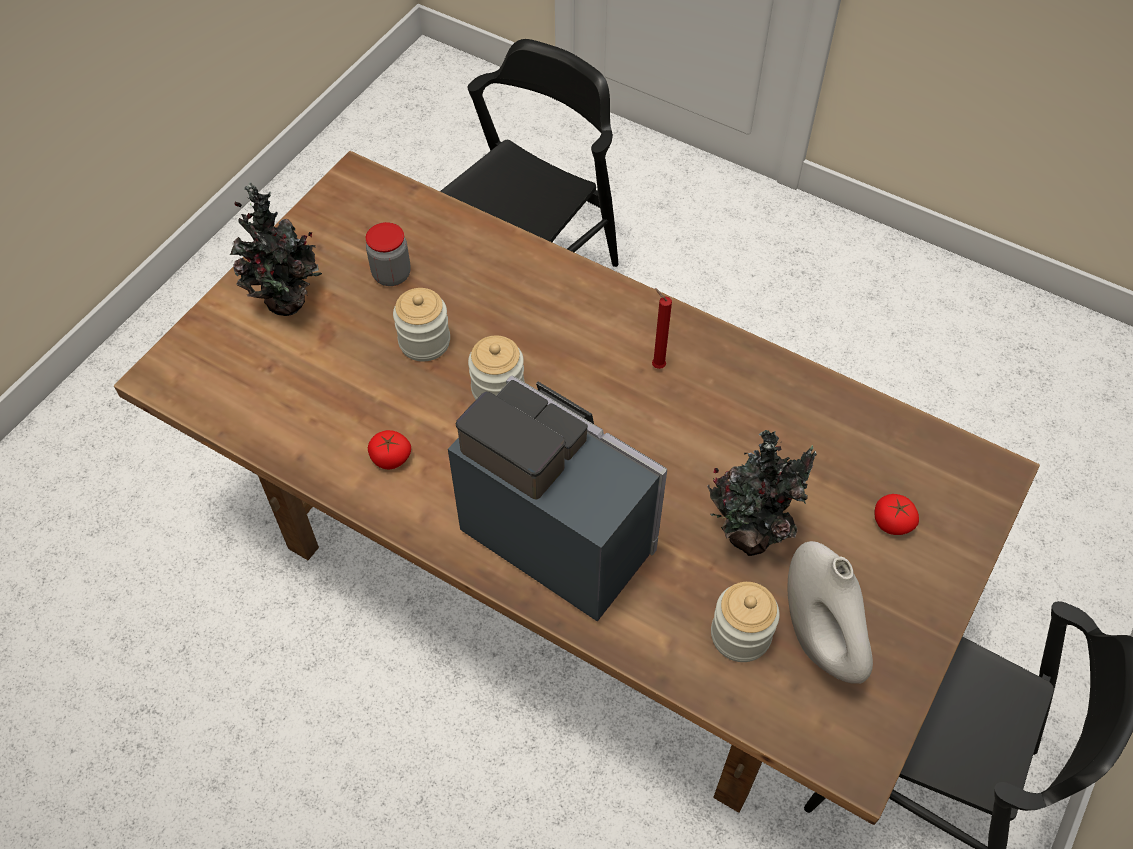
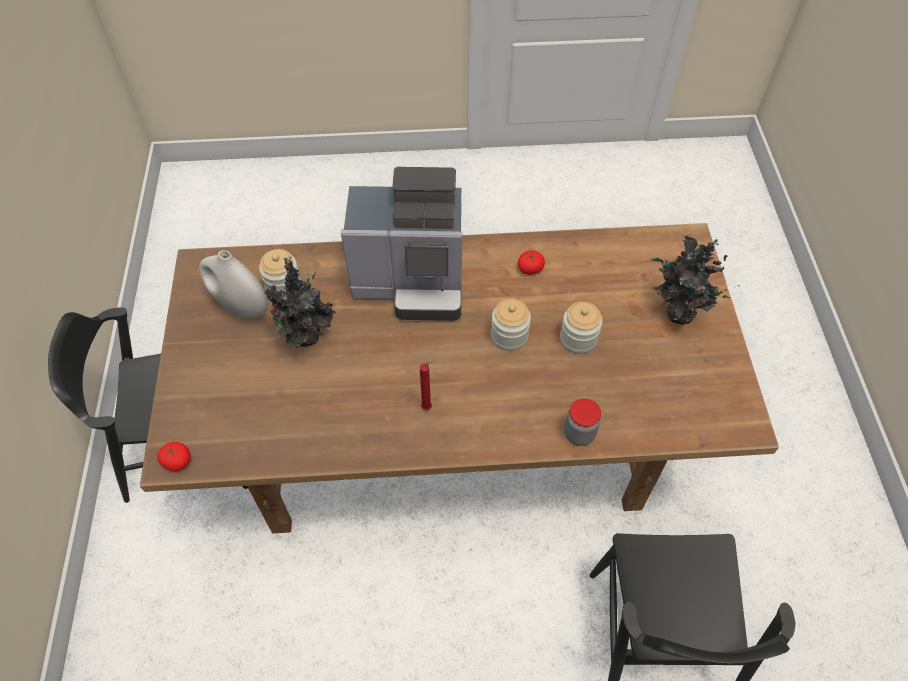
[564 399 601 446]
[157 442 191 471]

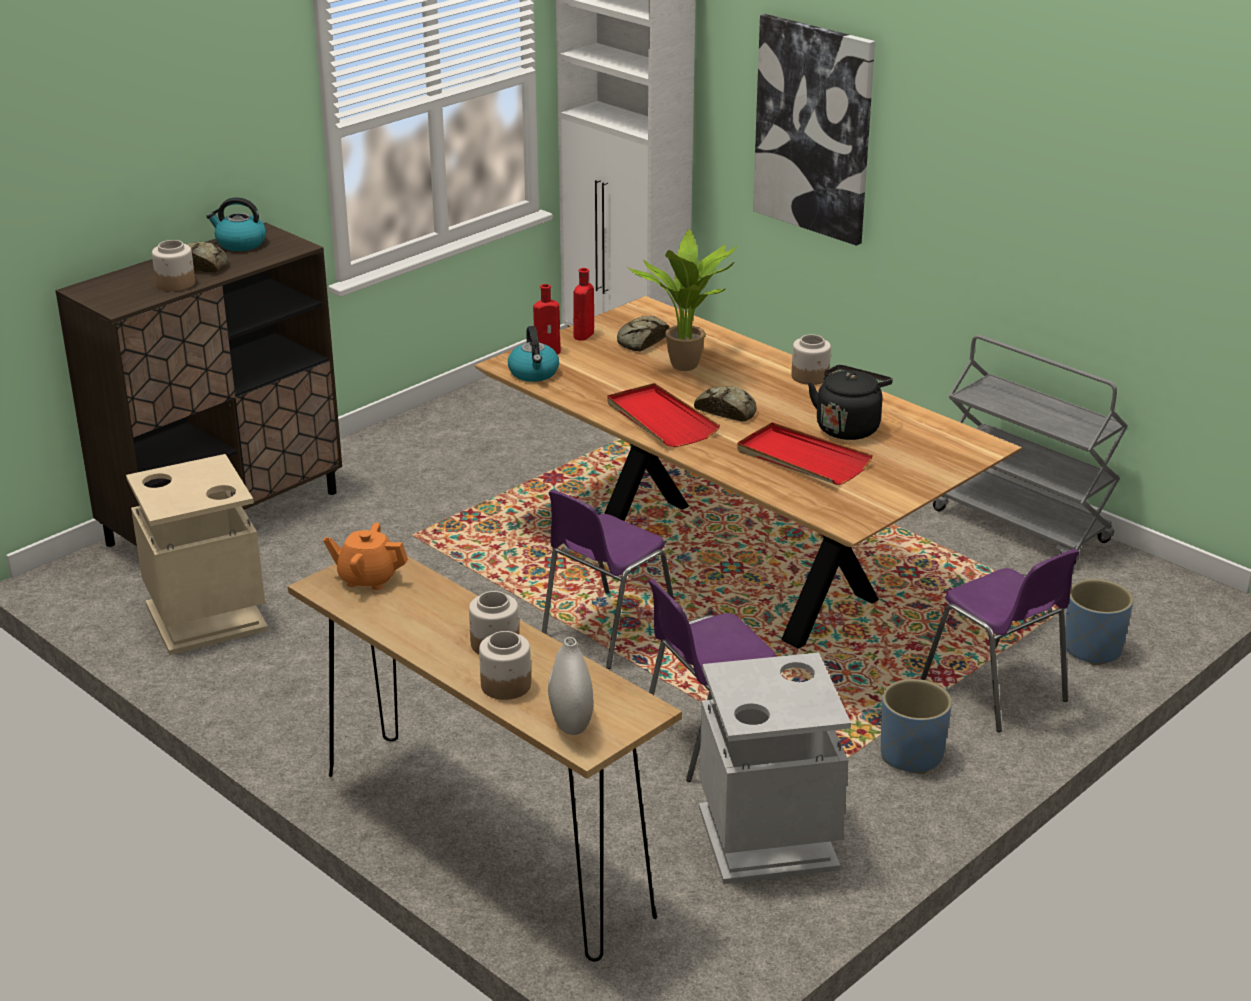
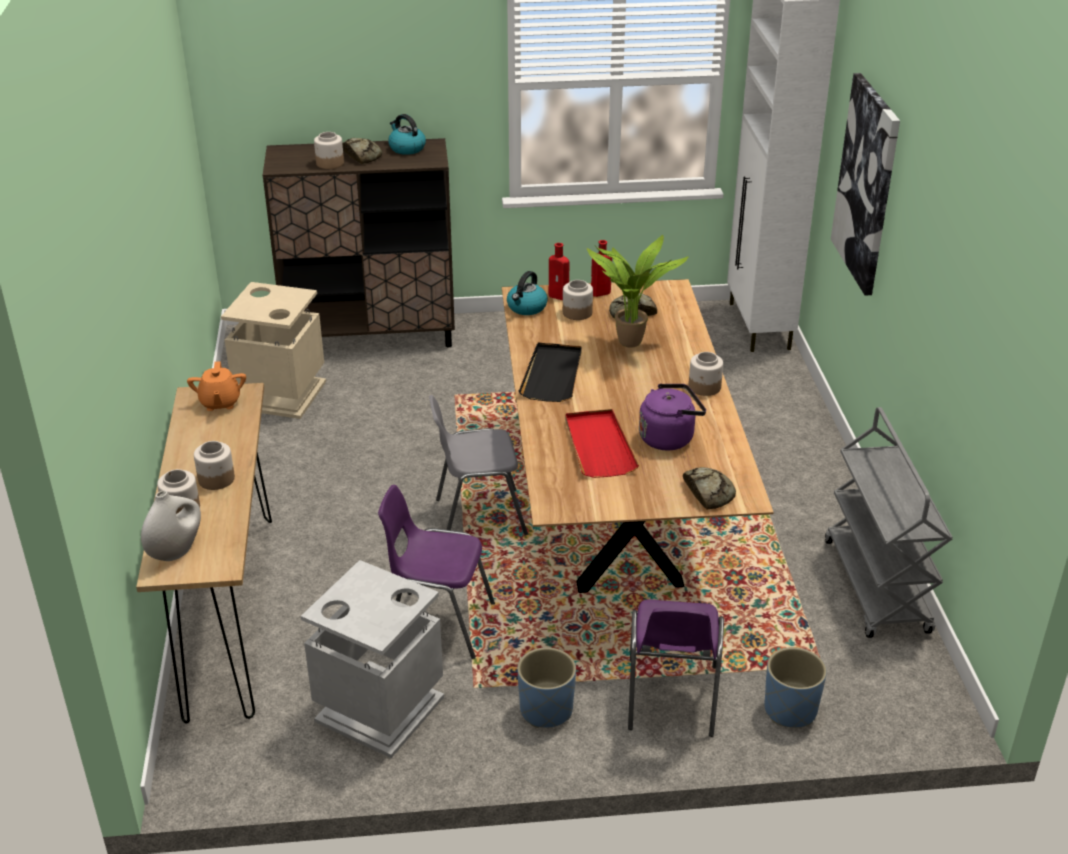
[187 361 246 411]
[429 395 528 535]
[518 343 582 402]
[683 467 736 509]
[639 384 706 450]
[563 280 593 320]

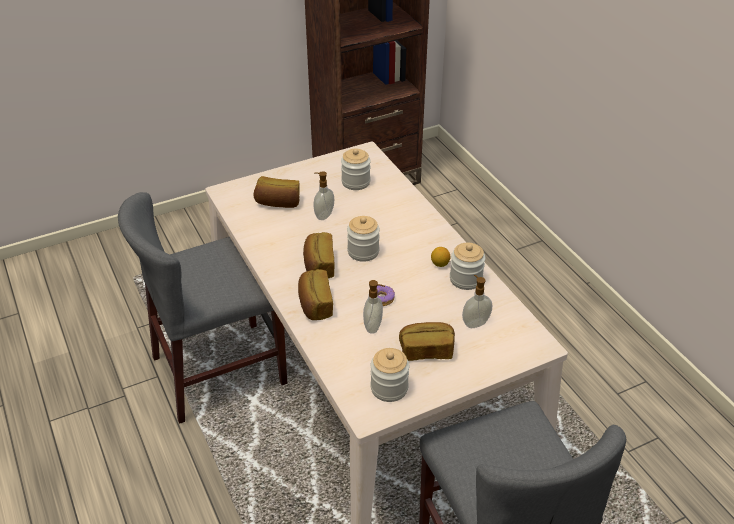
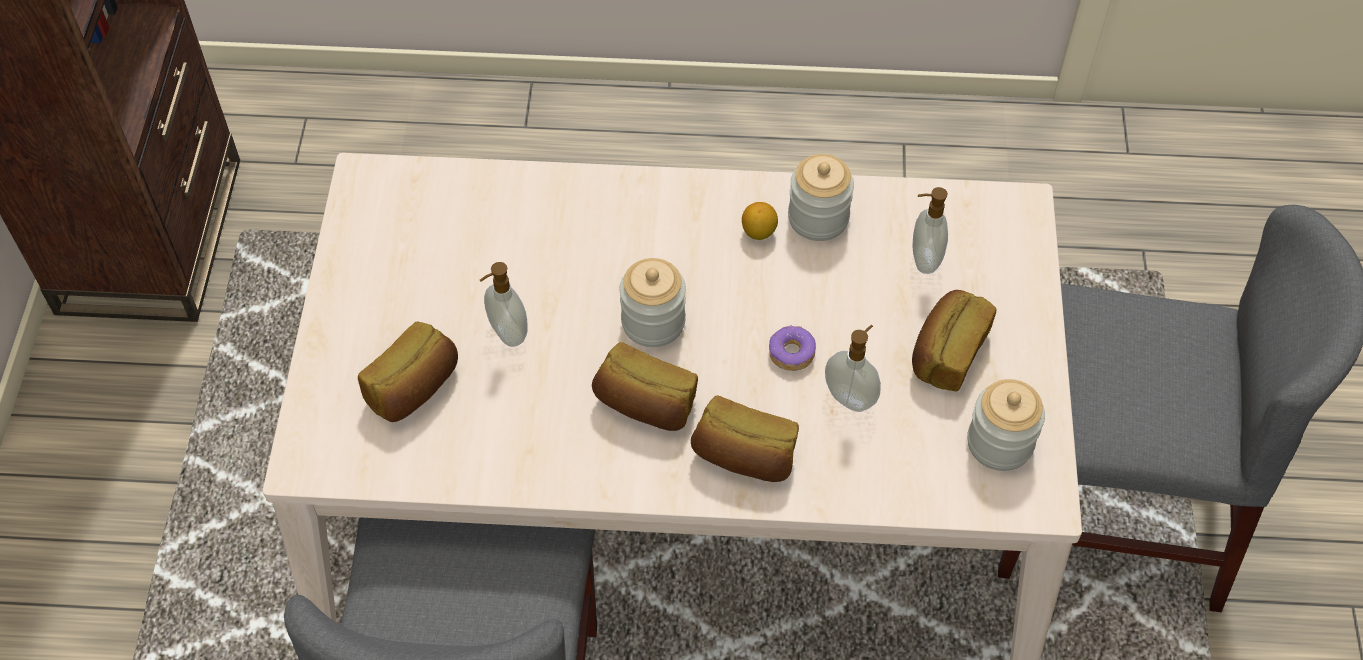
[341 149 371 190] (first image)

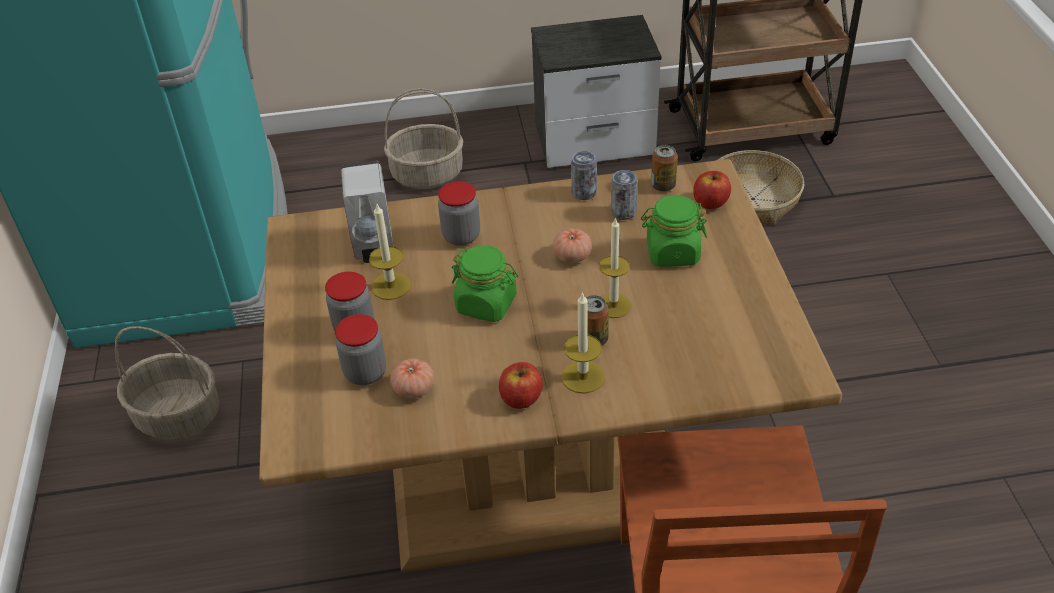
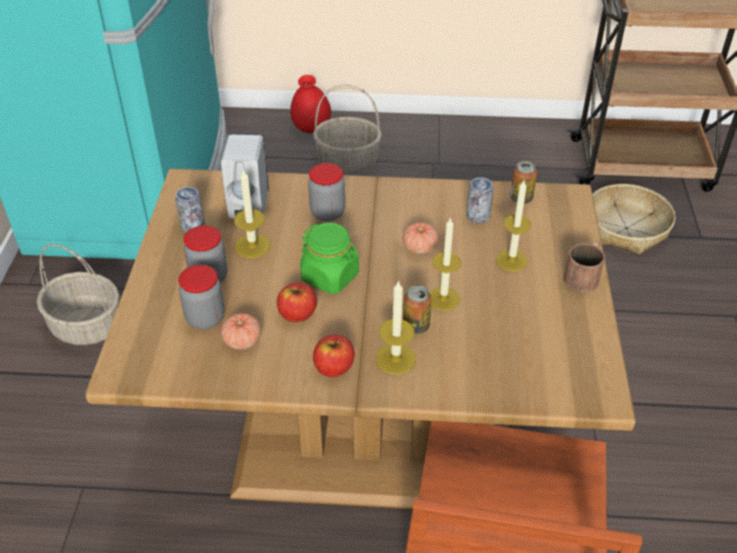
[531 15 661 168] (first image)
[175 187 205 232]
[496 181 531 271]
[277 283 317 322]
[290 75 331 133]
[564 241 605 292]

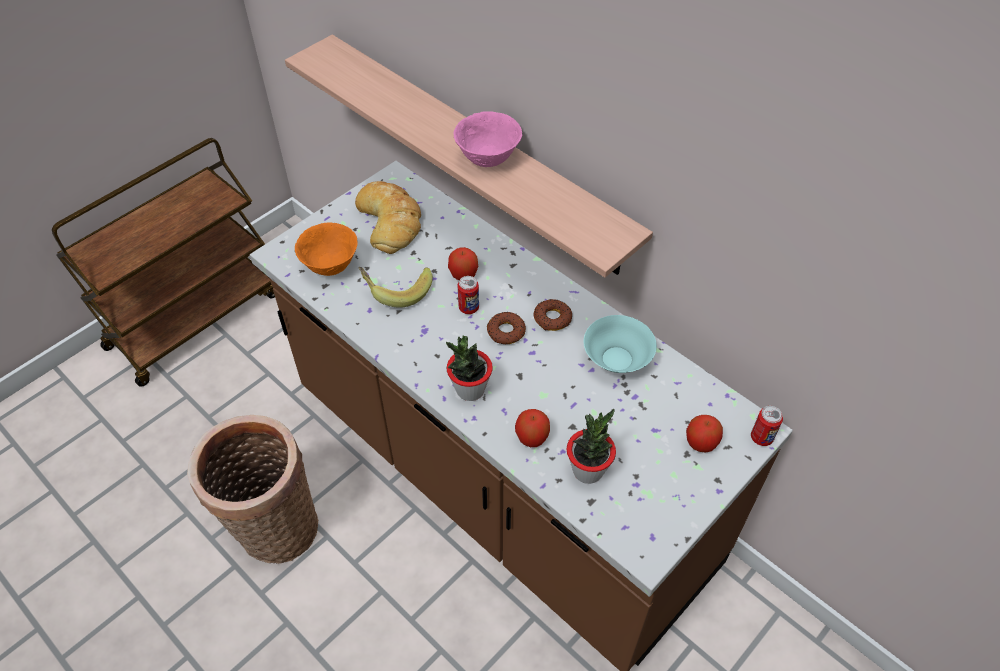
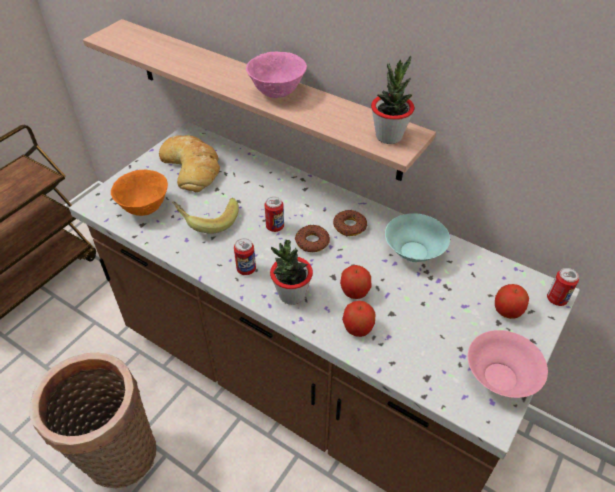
[340 265 371 299]
[371 55 415 144]
[234 238 256 275]
[468 330 548 398]

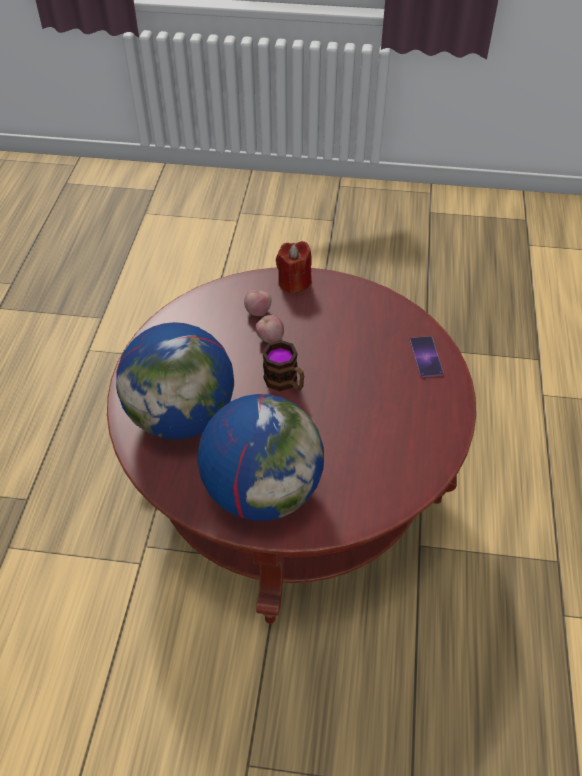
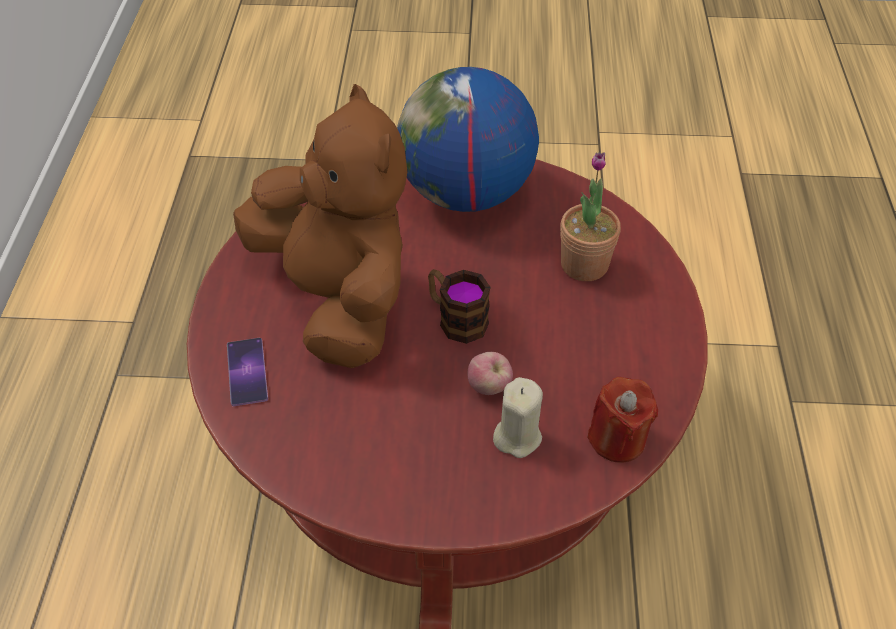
[560 152 621 281]
[493 377 543 458]
[587 377 658 463]
[233 84 407 368]

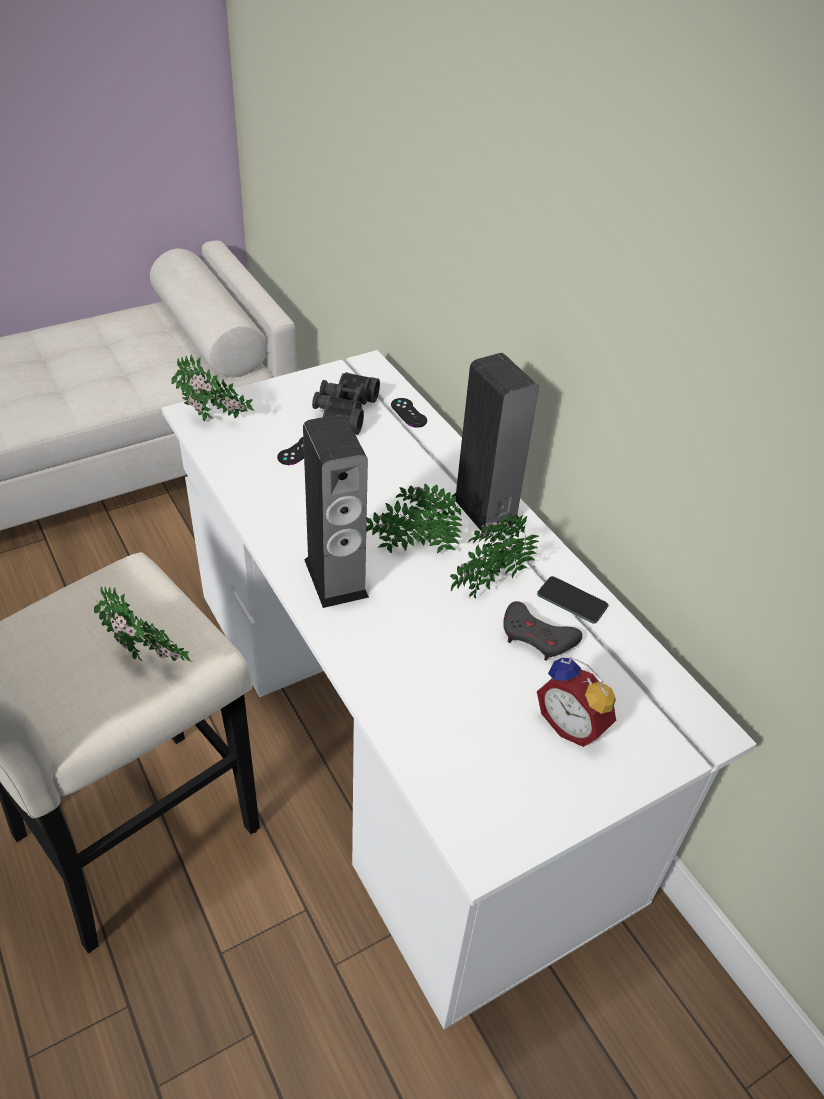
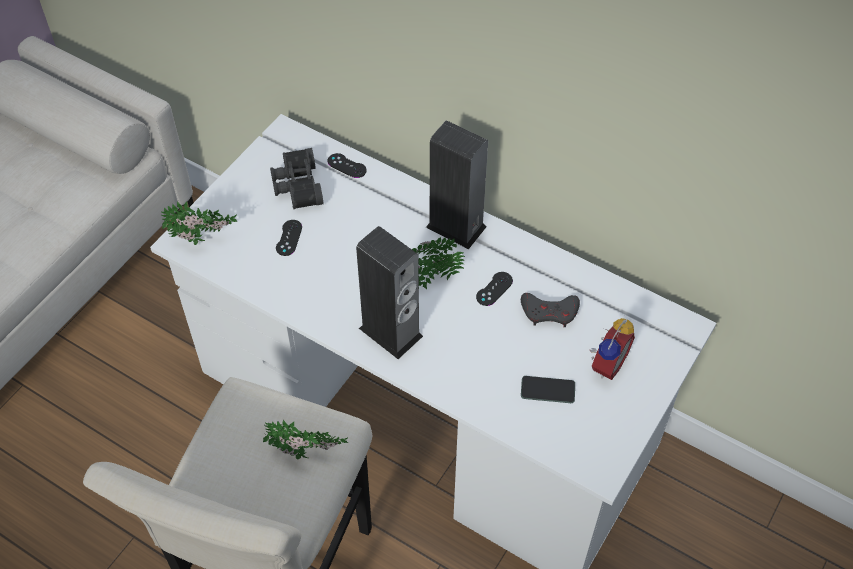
[476 272 513 306]
[521 376 575 403]
[590 318 635 380]

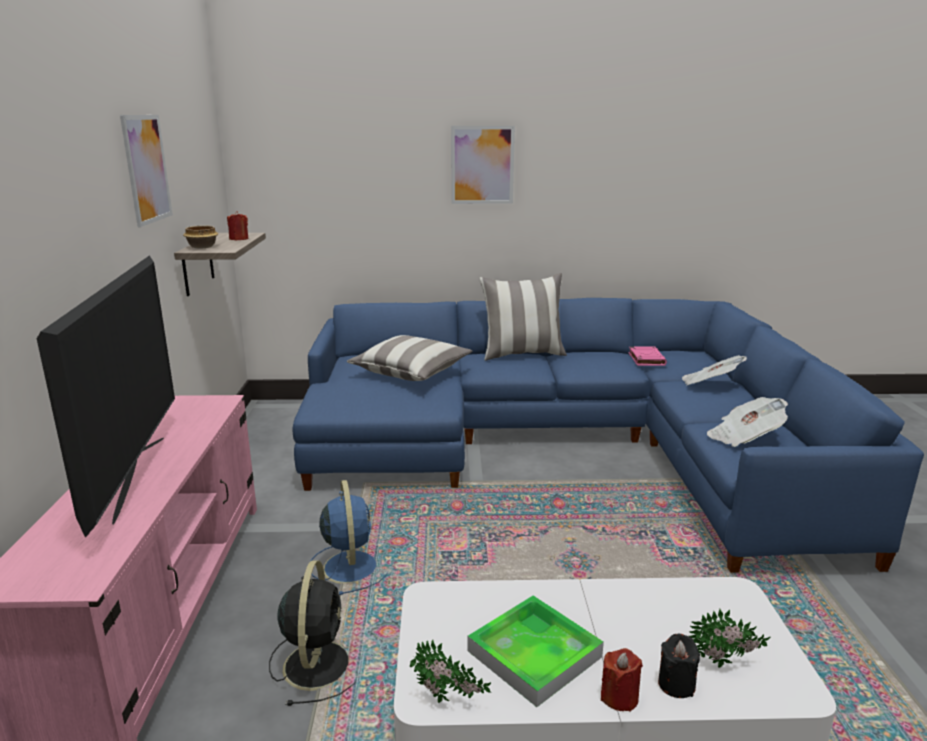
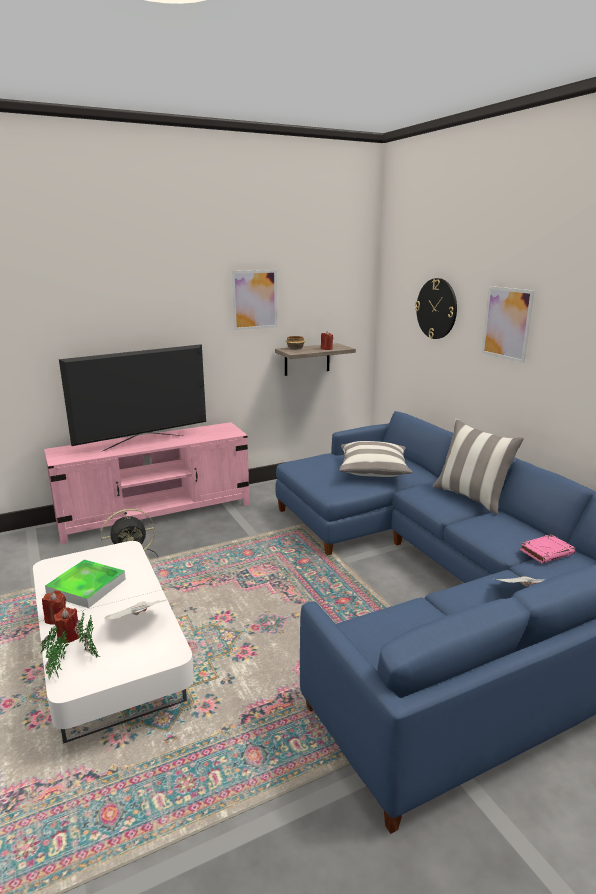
[311 480 388 595] (first image)
[41 625 69 680]
[54 607 80 643]
[104 600 166 619]
[415 278 457 339]

